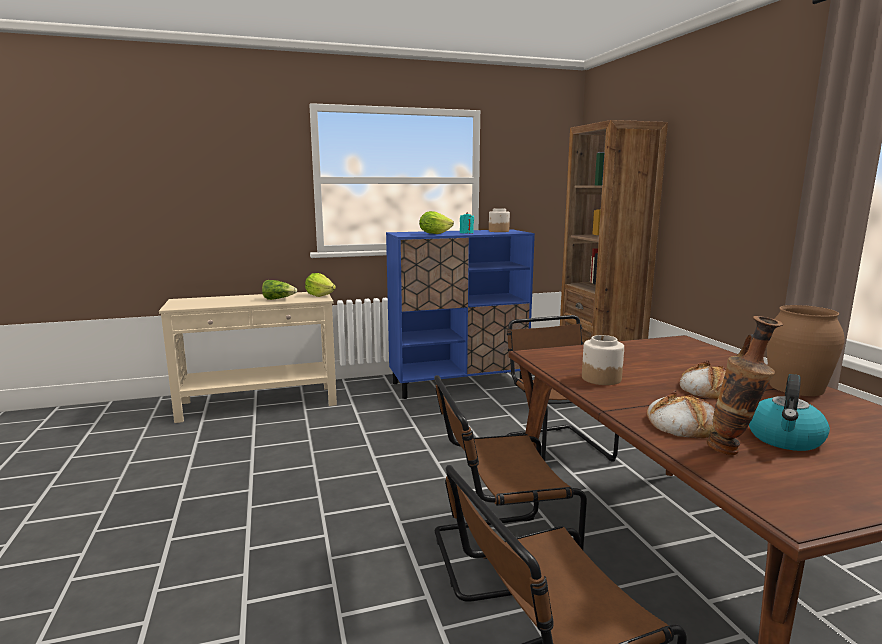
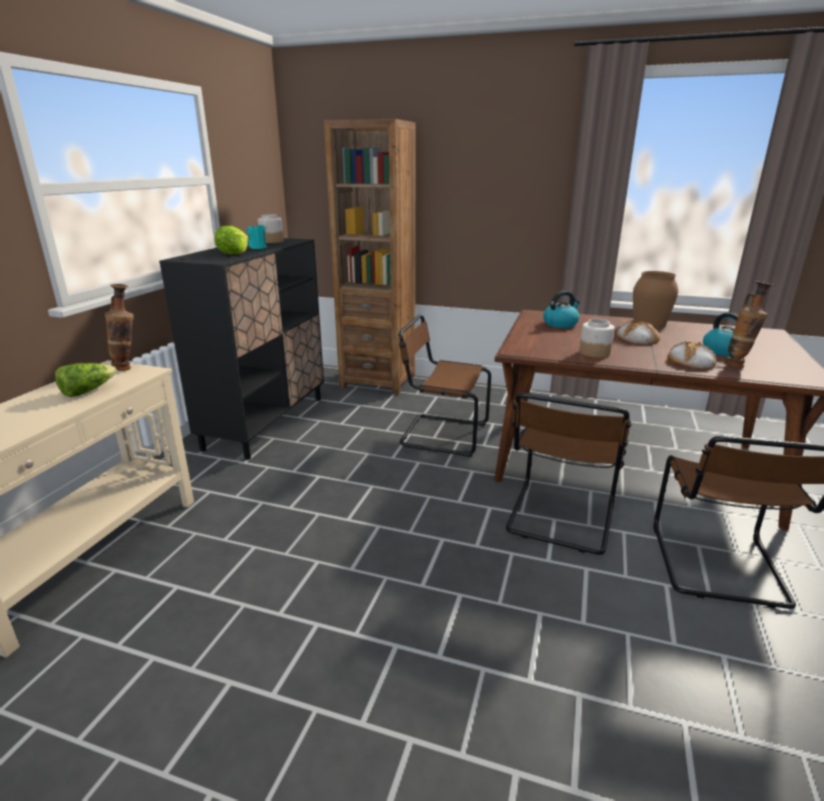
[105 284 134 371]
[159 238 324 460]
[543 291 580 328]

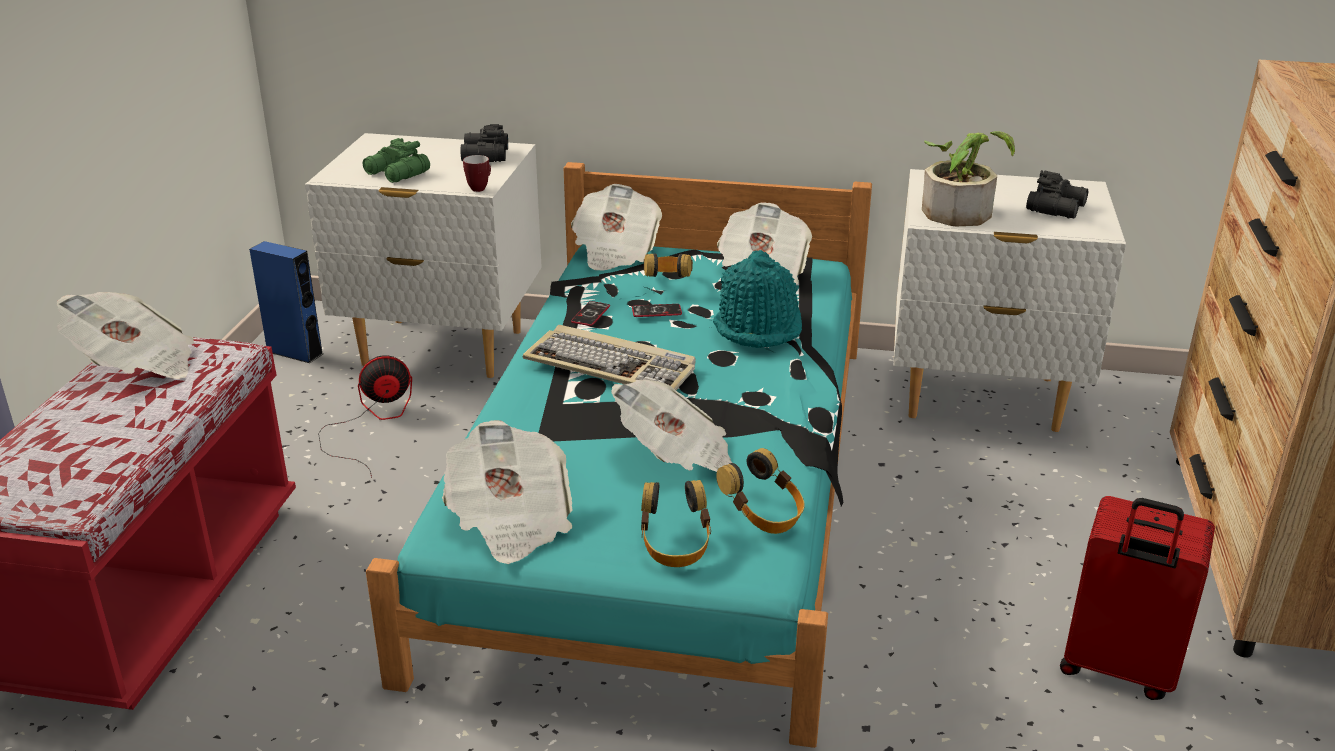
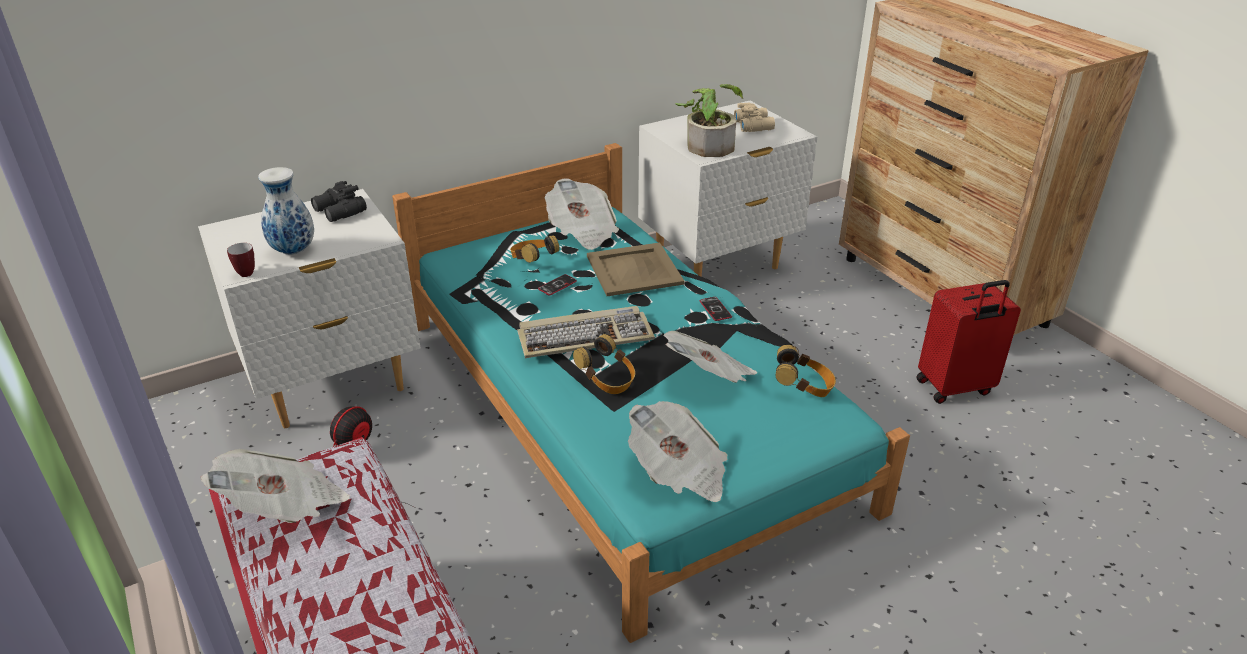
[249 241 323 363] (first image)
[258 167 314 255]
[227 243 255 277]
[571 184 663 270] (first image)
[699 297 732 321]
[573 334 635 394]
[587 243 684 296]
[734 103 775 132]

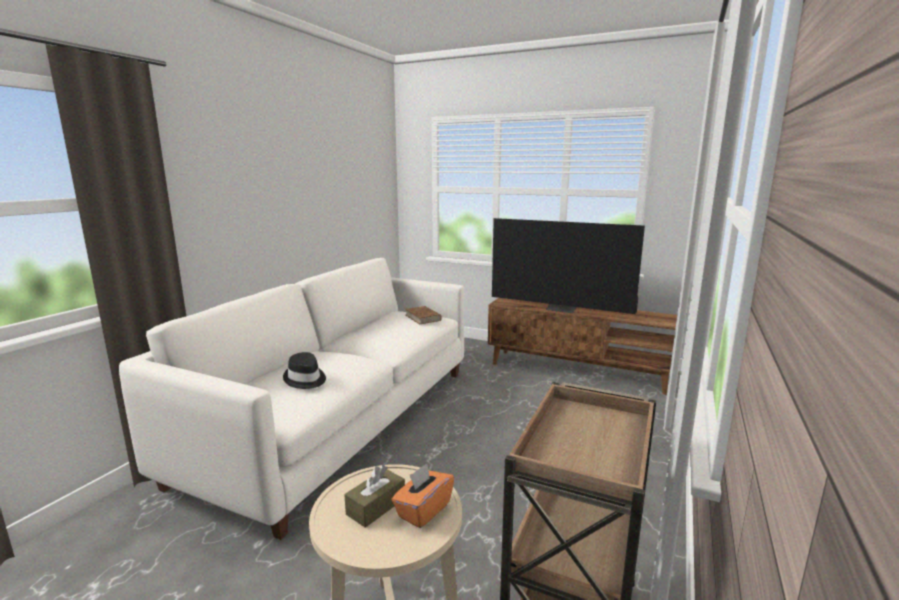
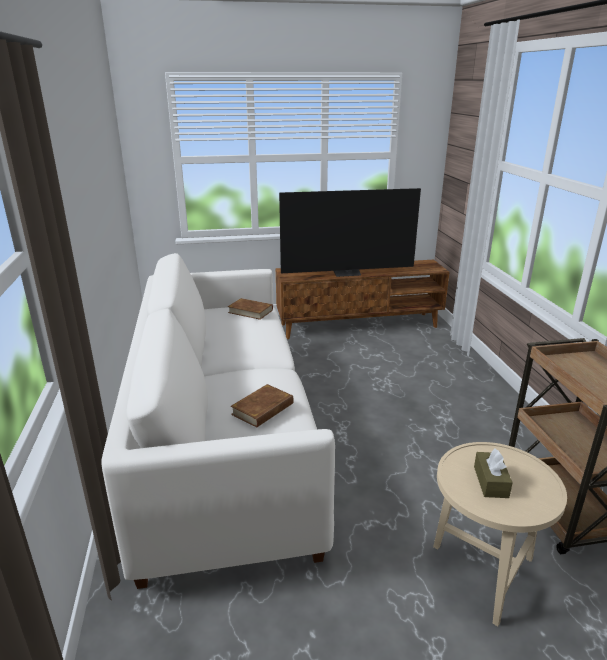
[231 384 294 428]
[391 463 454 528] (first image)

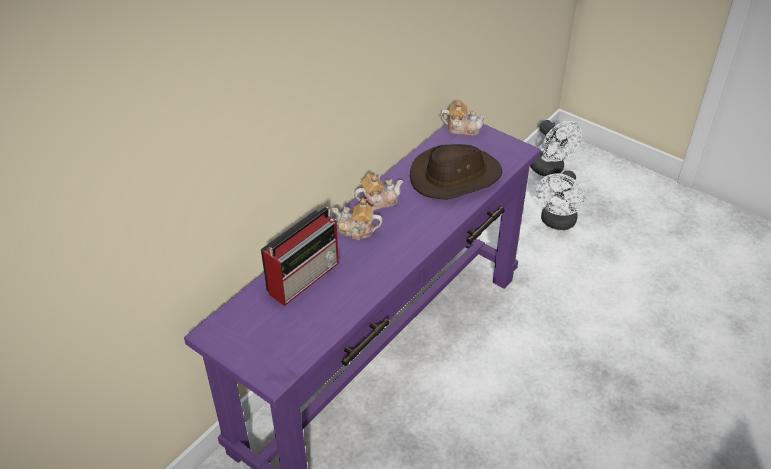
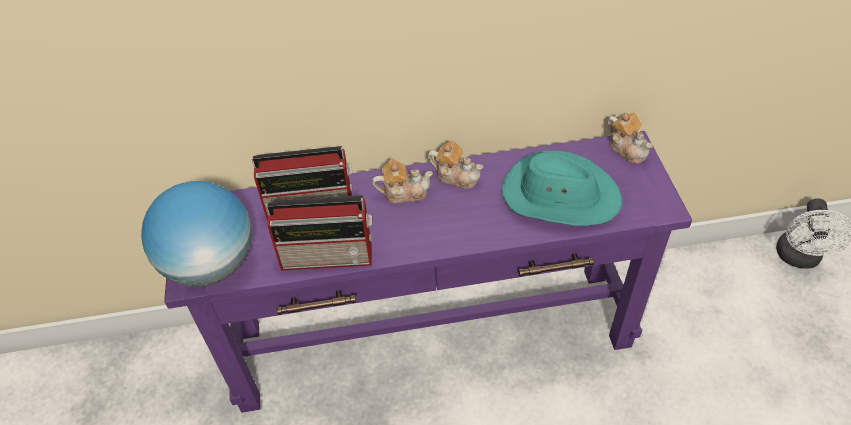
[372 159 433 203]
[501 151 622 226]
[536 170 585 230] (first image)
[141 181 252 287]
[266 195 372 271]

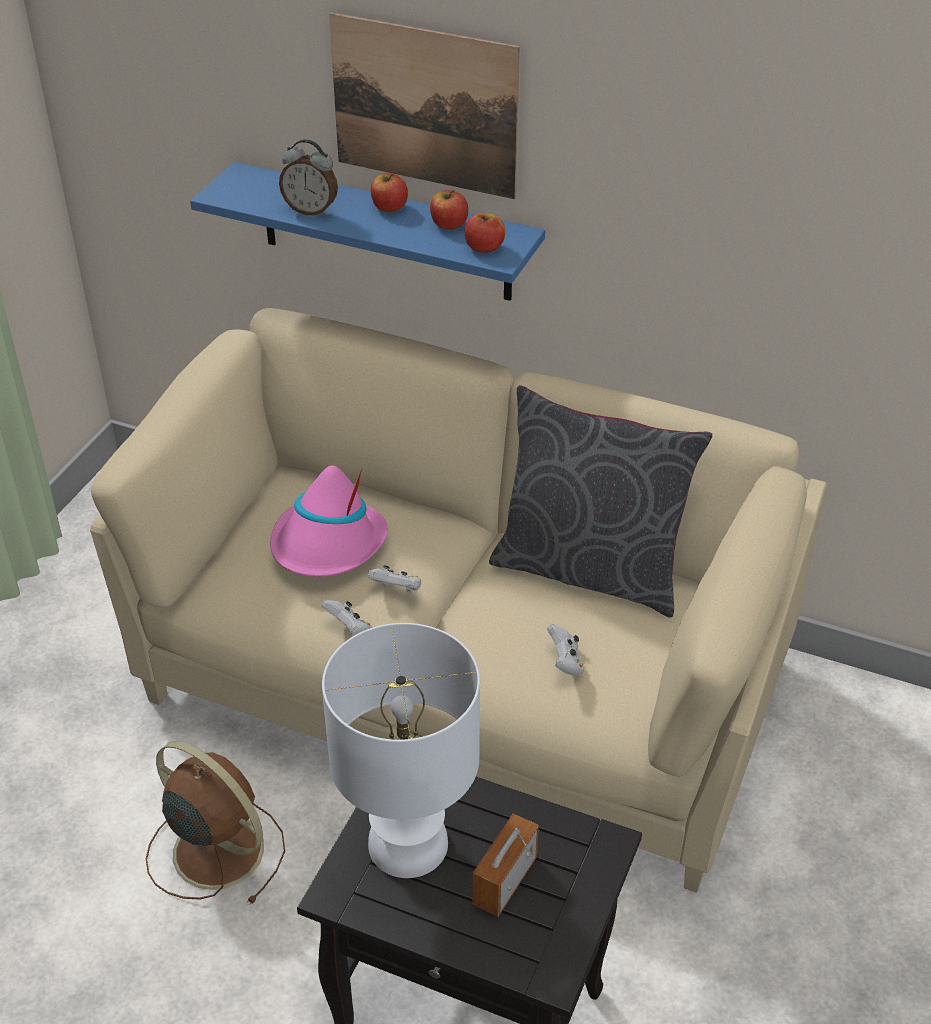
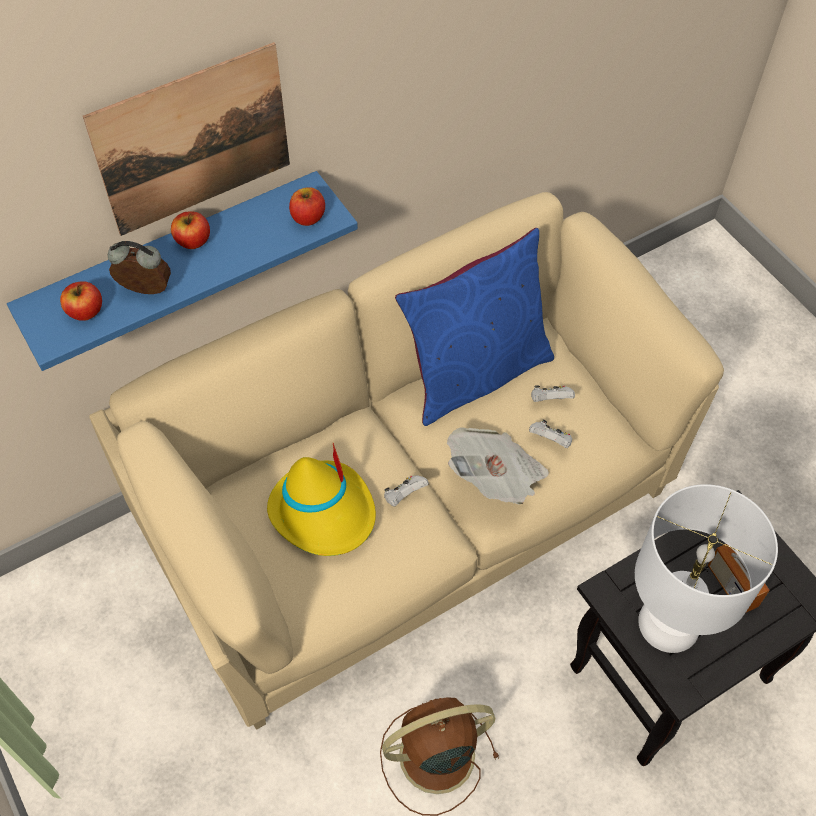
[267 443 376 556]
[108 241 171 294]
[531 385 575 402]
[60 281 102 321]
[395 228 554 426]
[447 427 549 505]

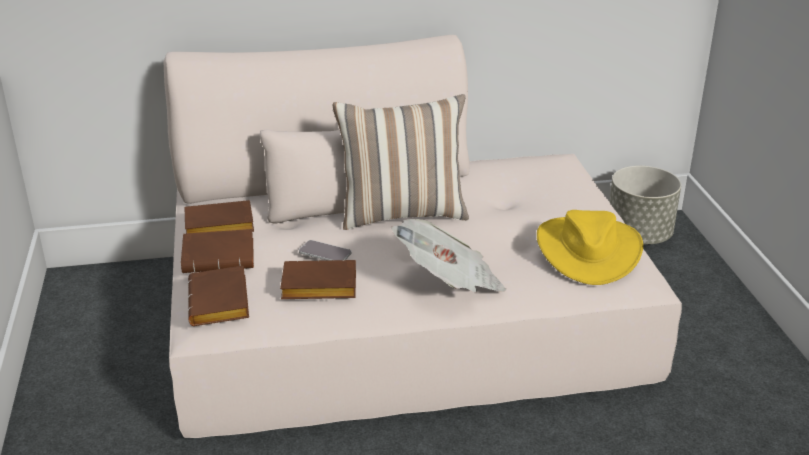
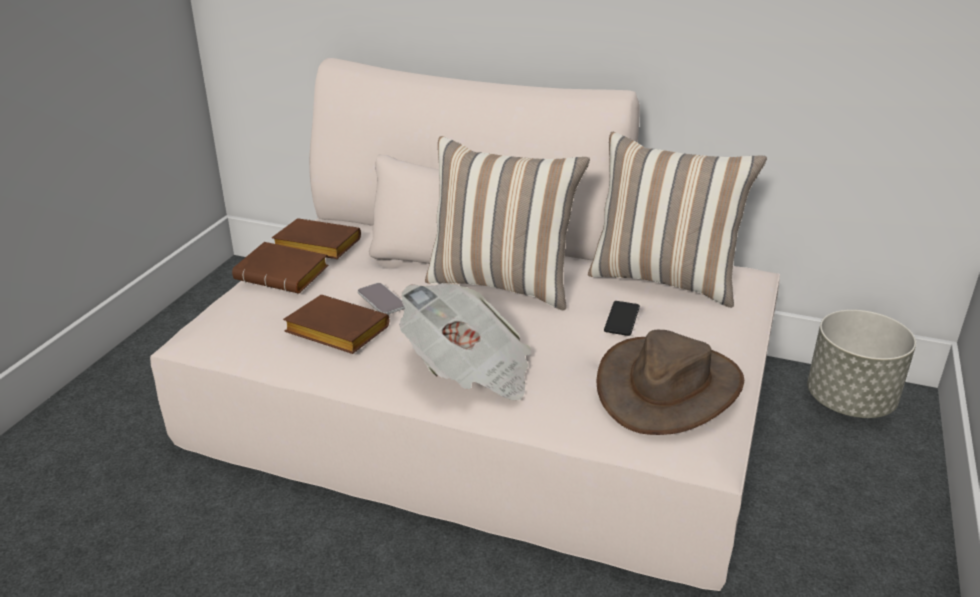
[188 266 249 326] (first image)
[597 330 744 435]
[588 132 767 308]
[604 301 640 336]

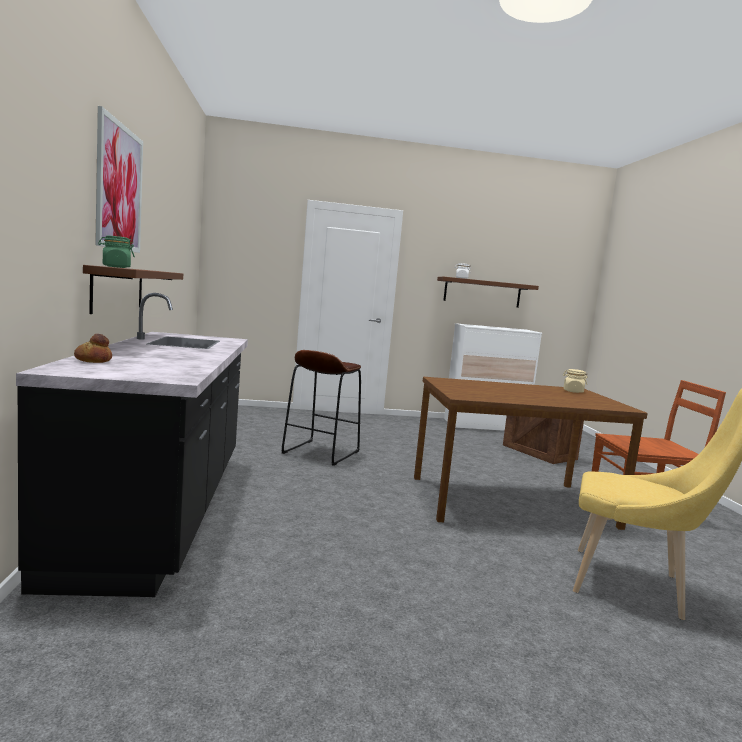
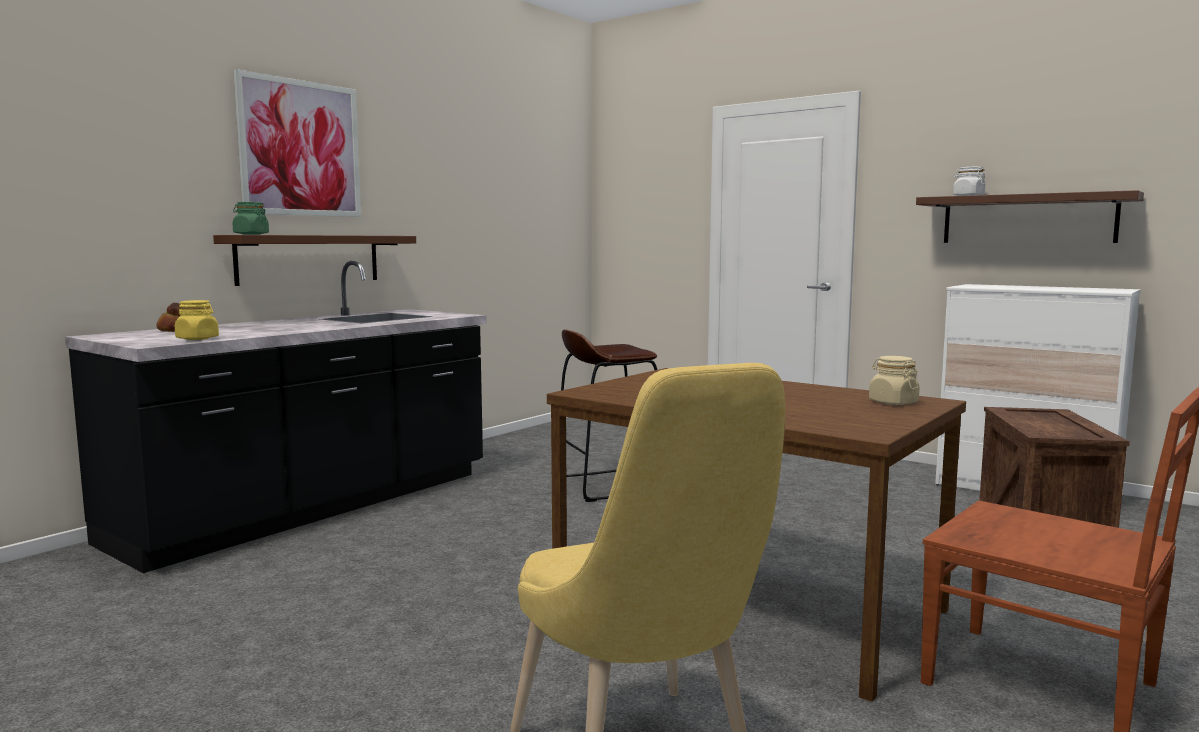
[175 300 219 340]

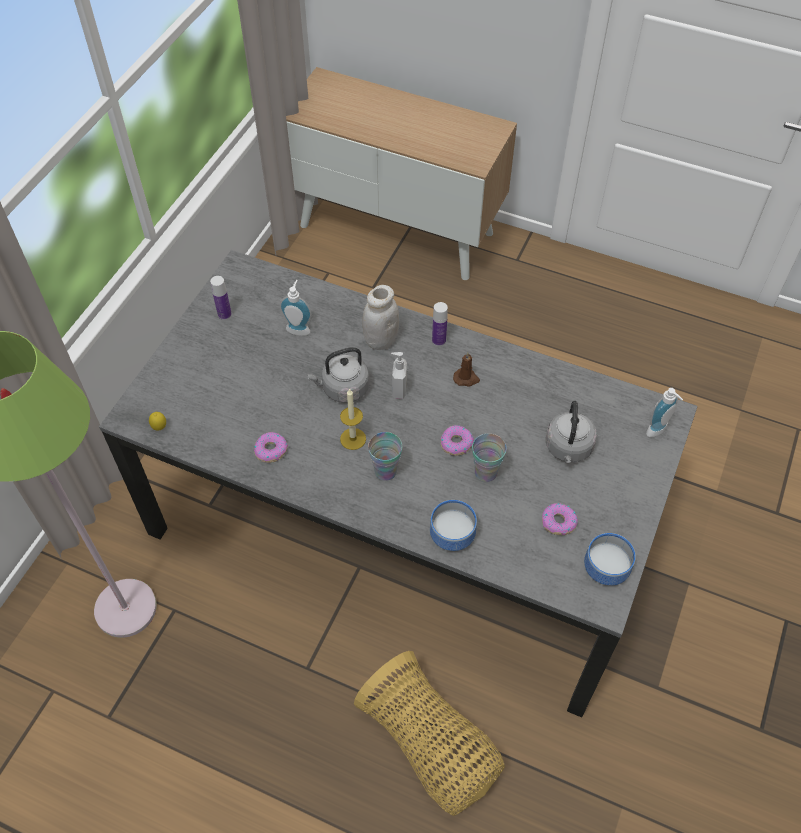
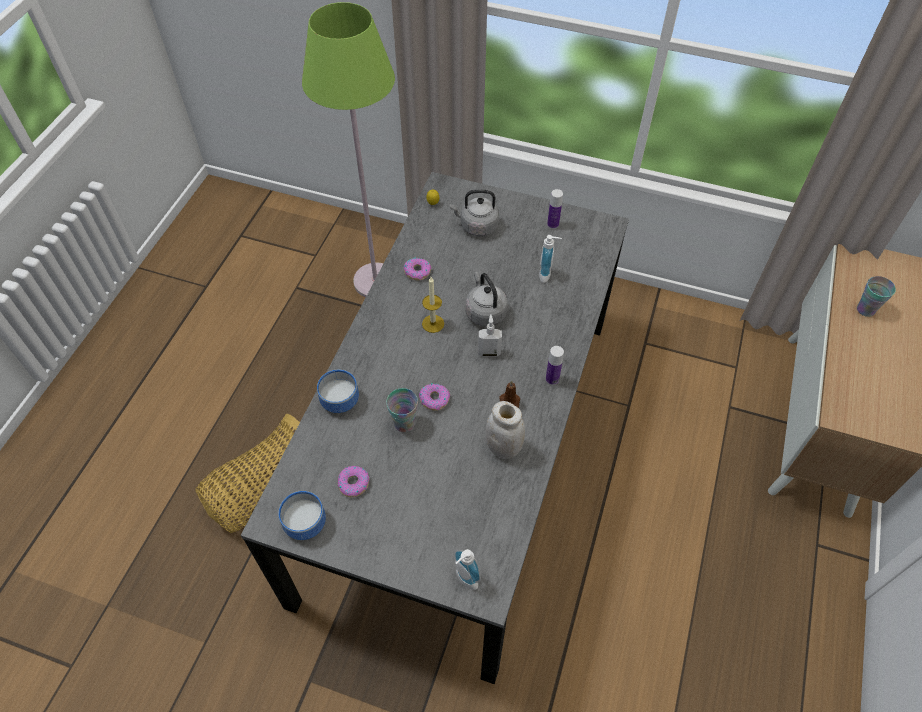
[485 401 525 459]
[857 276 896 317]
[450 190 499 236]

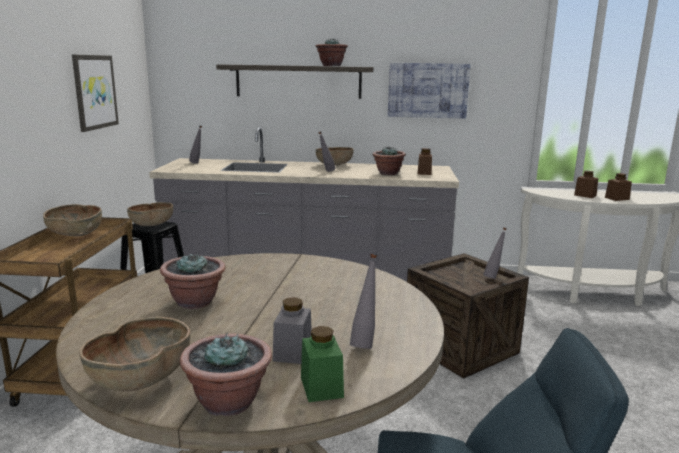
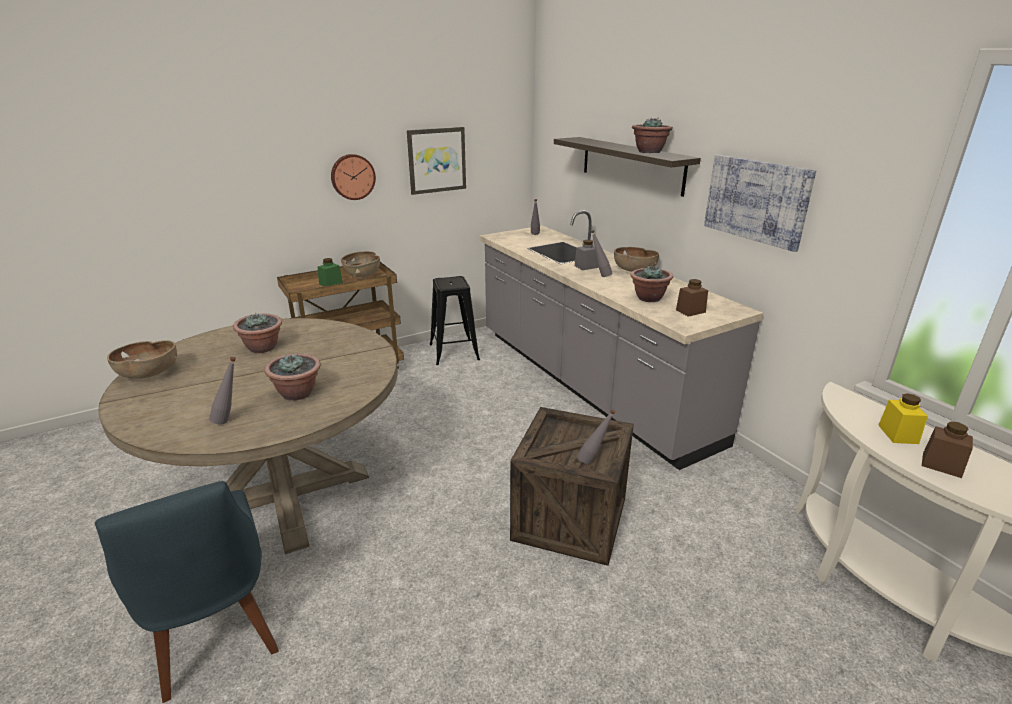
[127 202 173 226] (first image)
[264 354 321 401]
[575 240 599 270]
[318 258 343 286]
[878 393 928 444]
[331 154 376 200]

